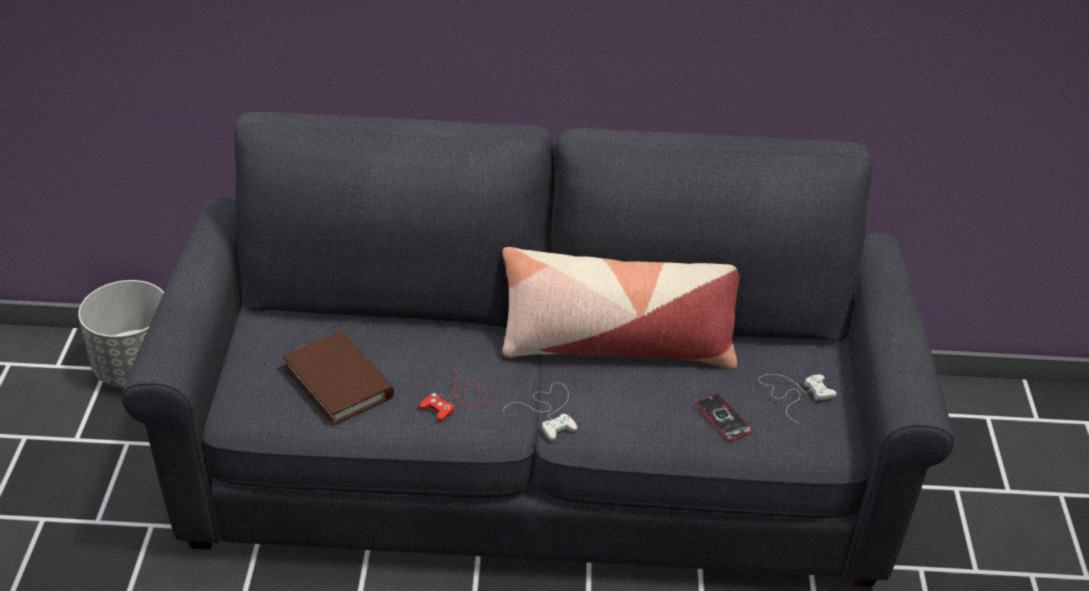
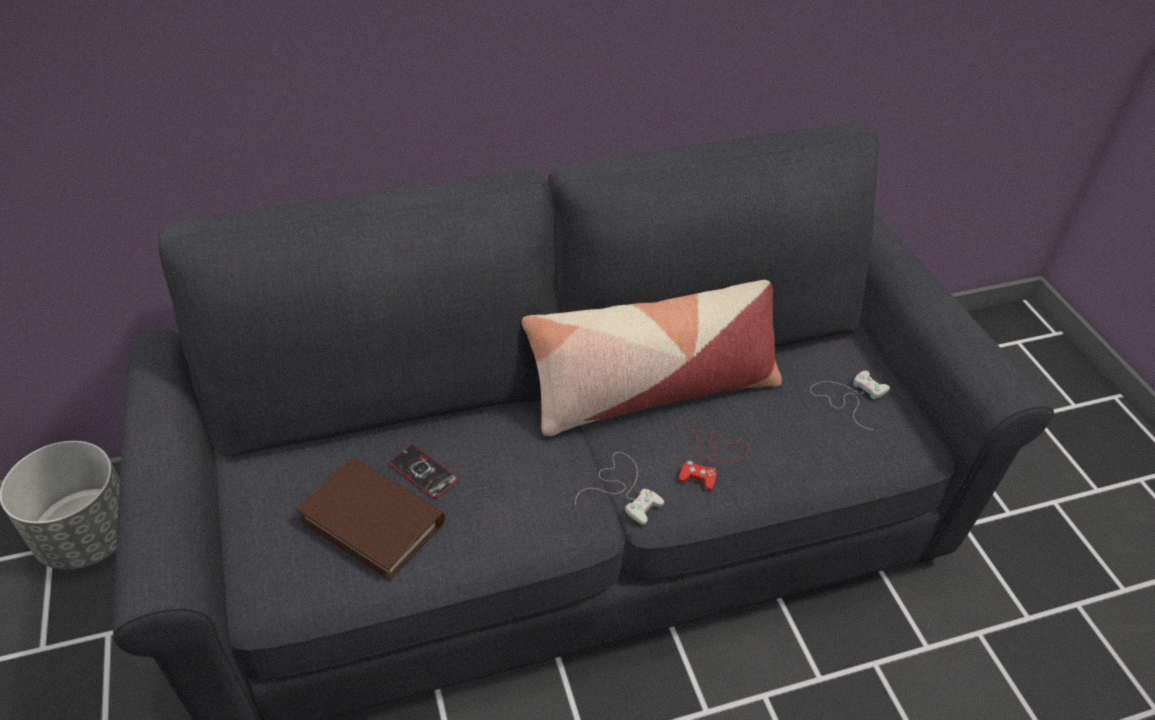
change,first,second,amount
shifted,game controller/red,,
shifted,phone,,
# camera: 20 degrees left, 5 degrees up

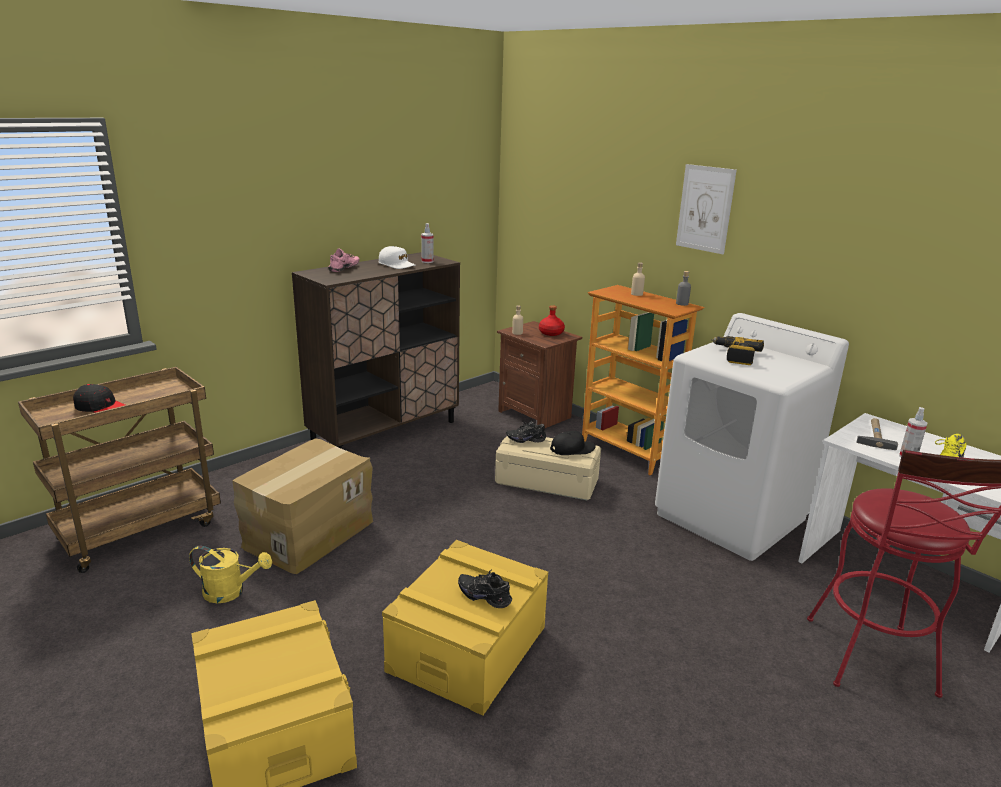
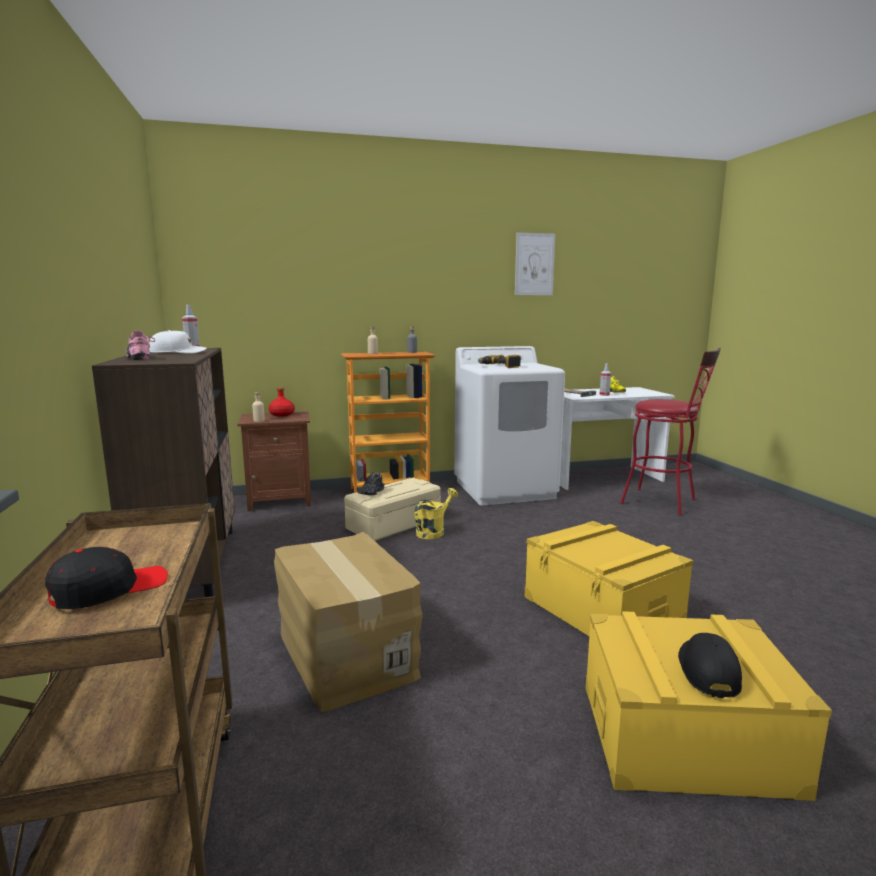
change,first,second,amount
shifted,picture,,
shifted,cap/black (no. 2 from left),,
shifted,watering can/yellow,,
gone,shoe/black (no. 1 from left),,
# camera: 60 degrees left, 10 degrees down

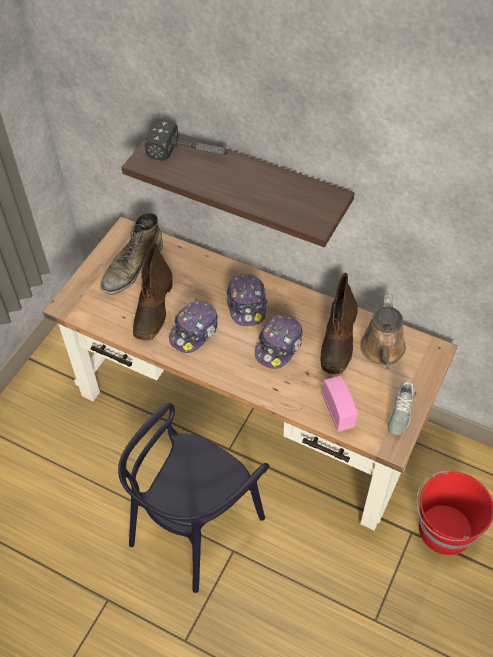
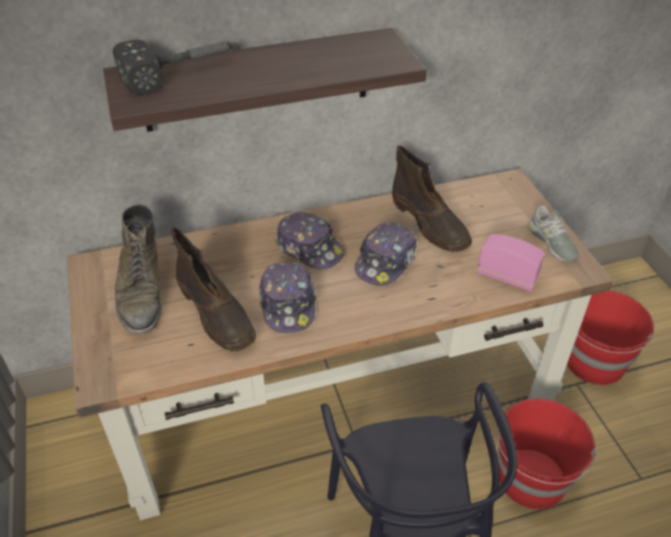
change,first,second,amount
gone,watering can/brown,,
rotated,cap (no. 3 from left),,45 degrees clockwise
new,,bucket/red (no. 1 from left),
# camera: 45 degrees left, 10 degrees down

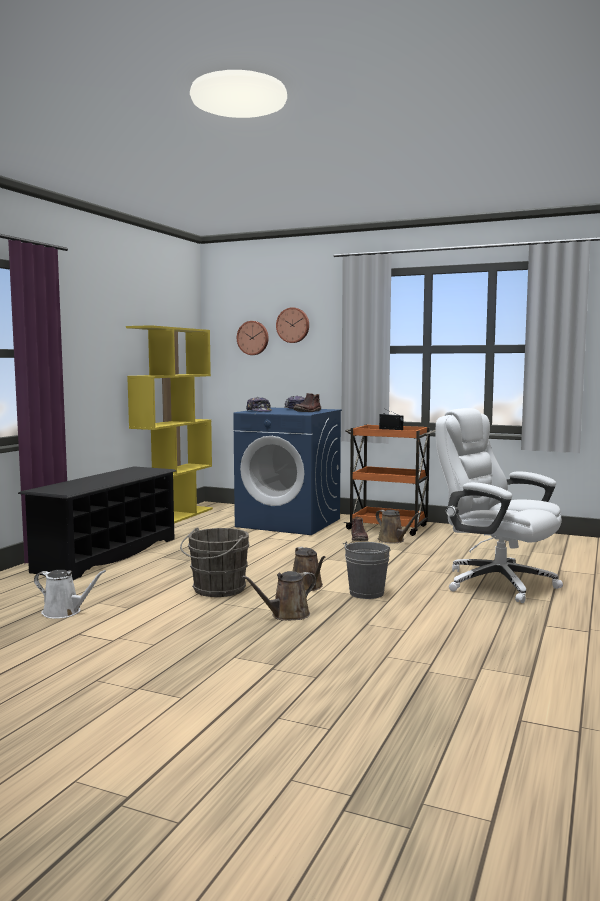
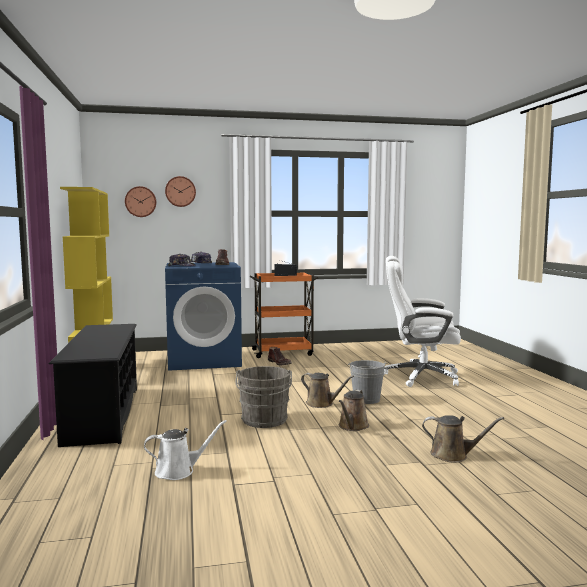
change,first,second,amount
shifted,watering can/brown (no. 3 from left),,
# camera: 35 degrees left, 0 degrees up

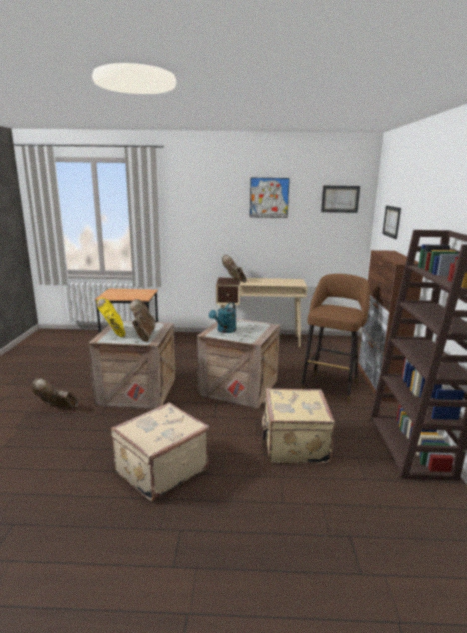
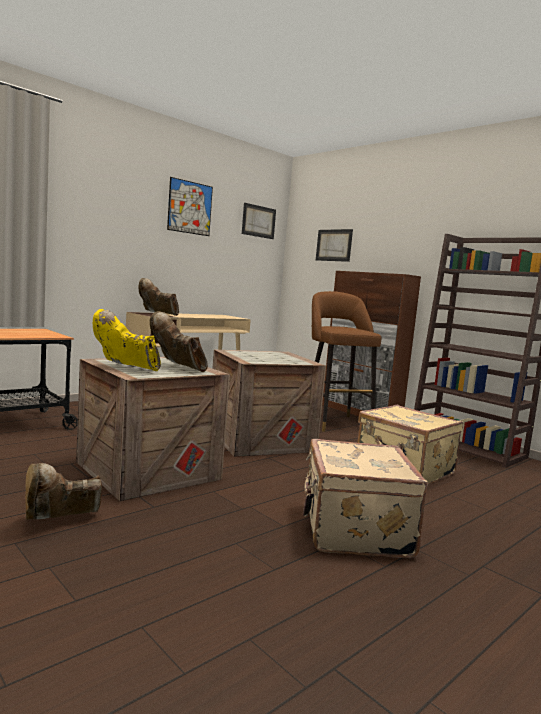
change,first,second,amount
gone,watering can/turquoise,,
# camera: 45 degrees left, 10 degrees down

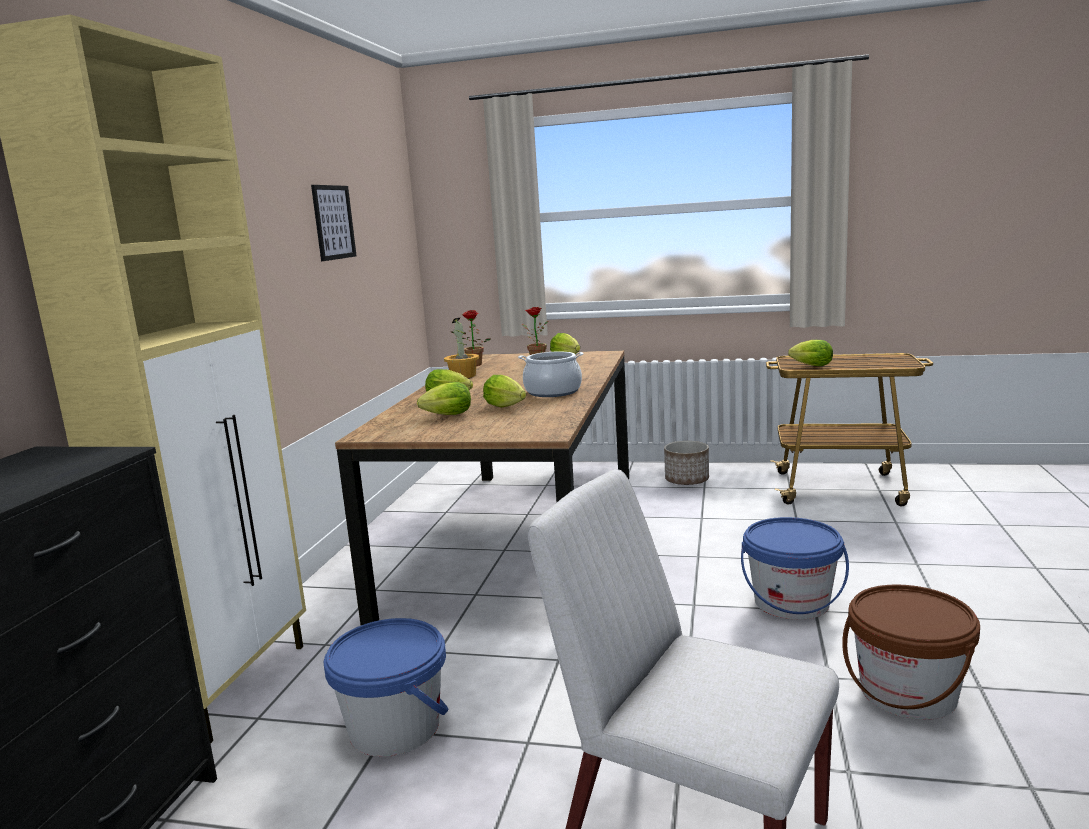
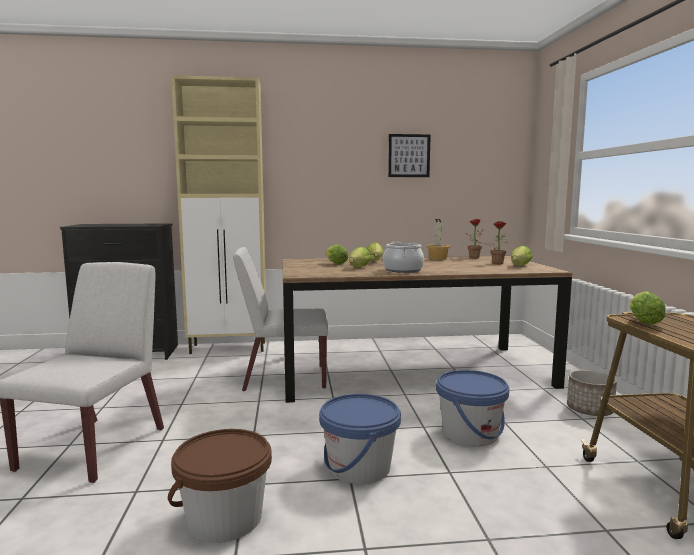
change,first,second,amount
shifted,bucket/blue (no. 1 from left in the first image),bucket/blue (no. 2 from left),
new,,chair/white (no. 2 from left),
# camera: 70 degrees right, 5 degrees down

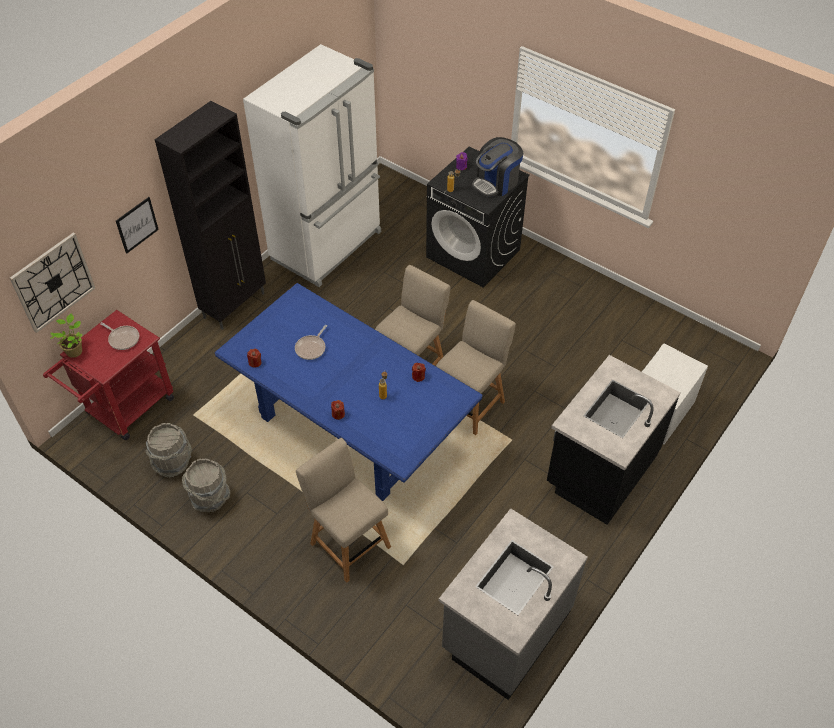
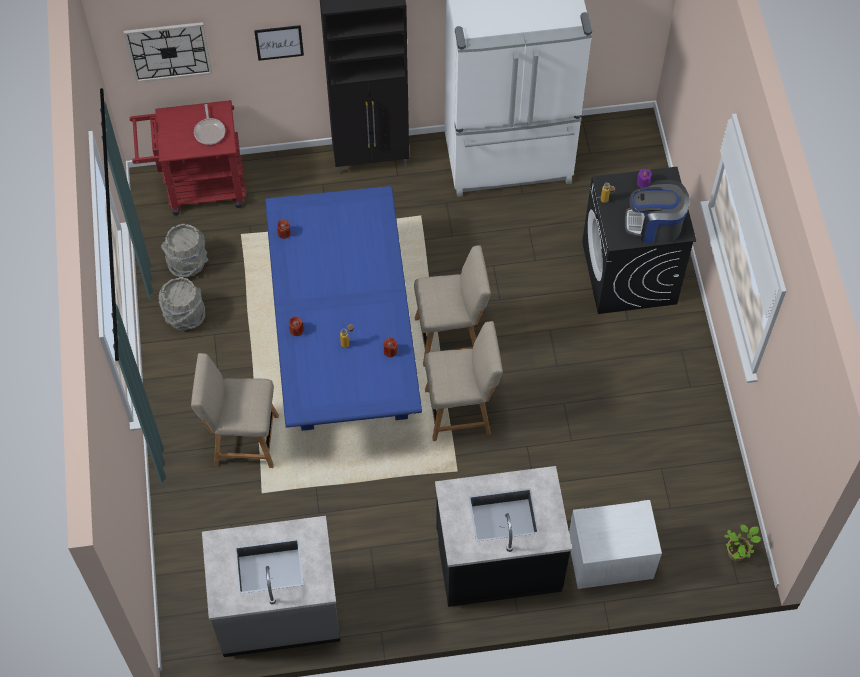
change,first,second,amount
shifted,potted plant,,
gone,frying pan (no. 2 from left),,
rotated,chair/beige (no. 1 from left),,90 degrees counterclockwise
# camera: 45 degrees right, 10 degrees up

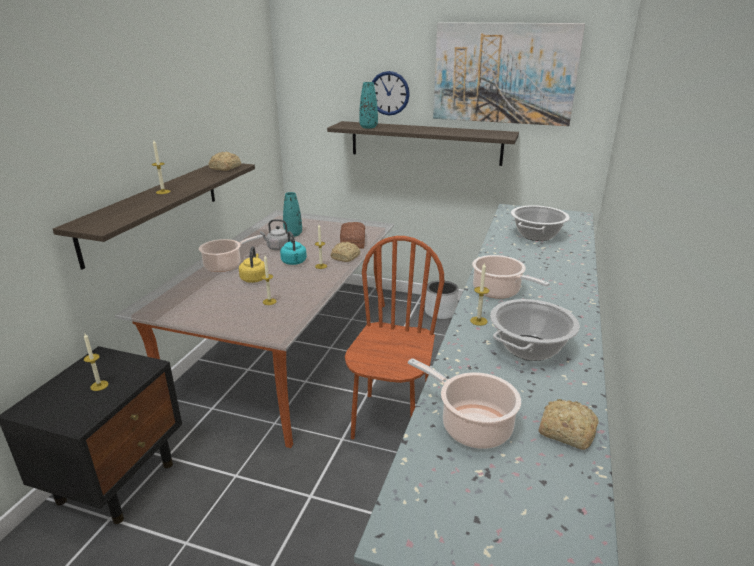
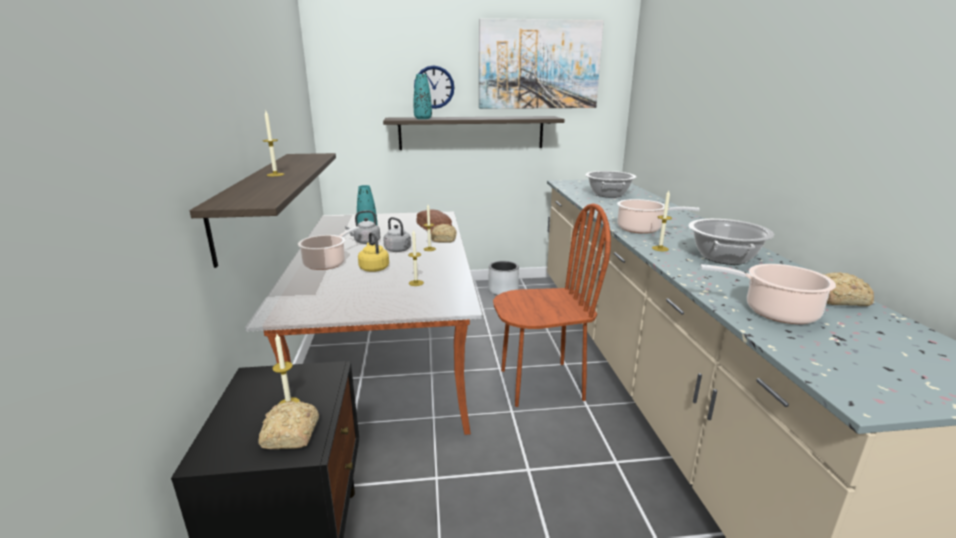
change,first,second,amount
shifted,bread (no. 1 from left),,
repainted,kettle/turquoise,kettle/grey (no. 2 from left),
rotated,chair/brown,,90 degrees clockwise
# camera: 25 degrees left, 5 degrees down

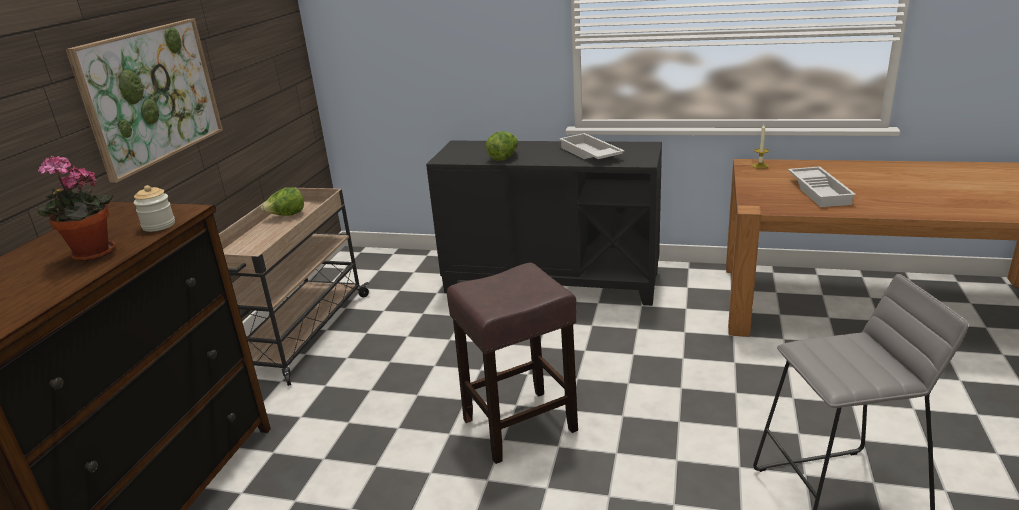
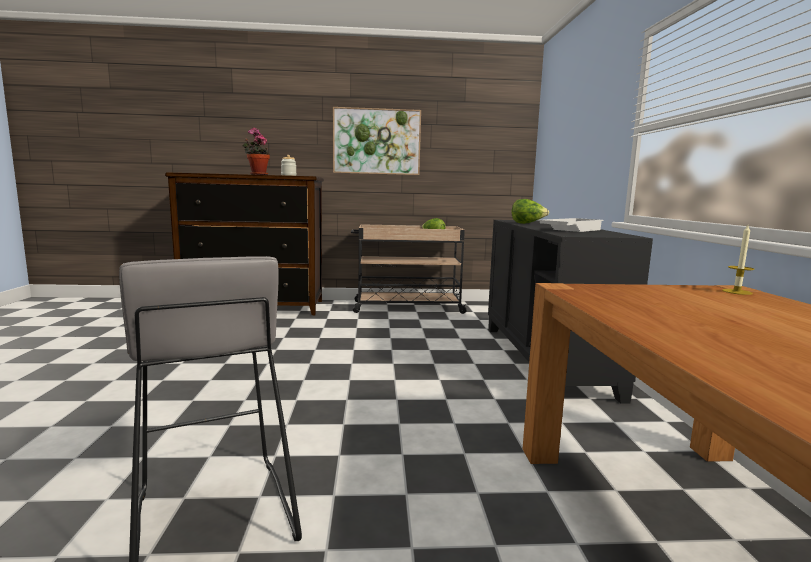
change,first,second,amount
gone,tray/white (no. 2 from left),,
gone,stool/brown,,
# camera: 70 degrees right, 15 degrees down

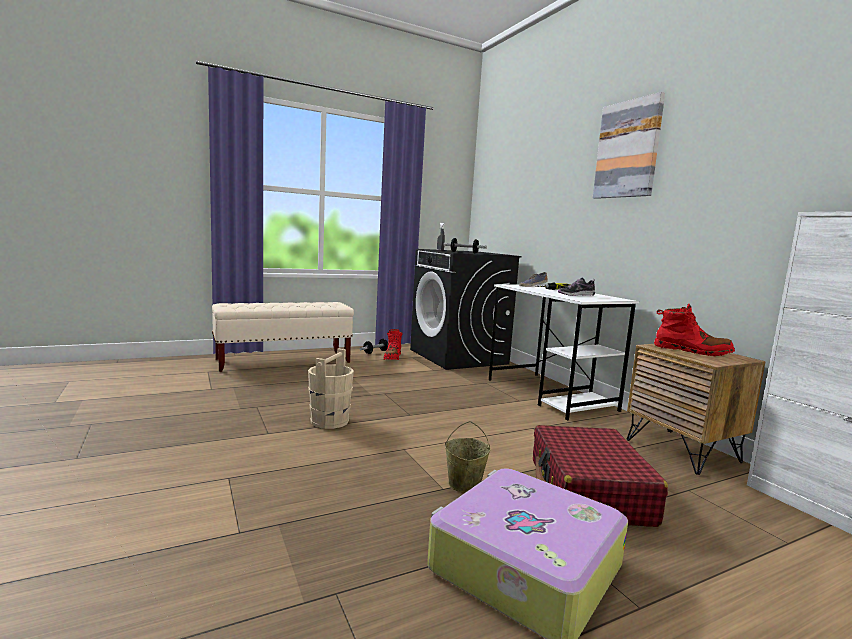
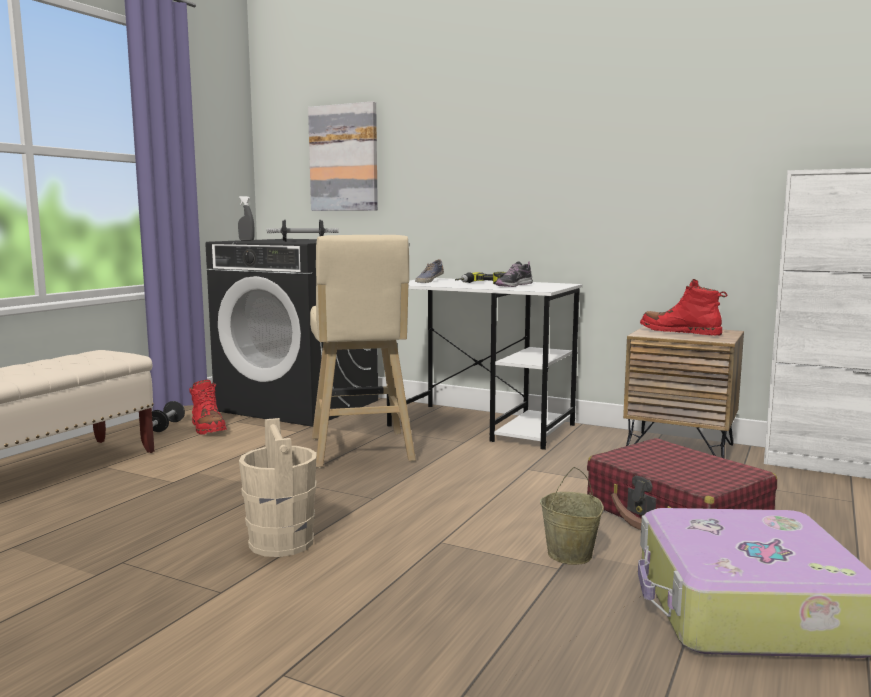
change,first,second,amount
shifted,picture,,
rotated,boot/red (no. 2 from left),,135 degrees counterclockwise
new,,stool/beige,
# camera: 35 degrees left, 0 degrees up

